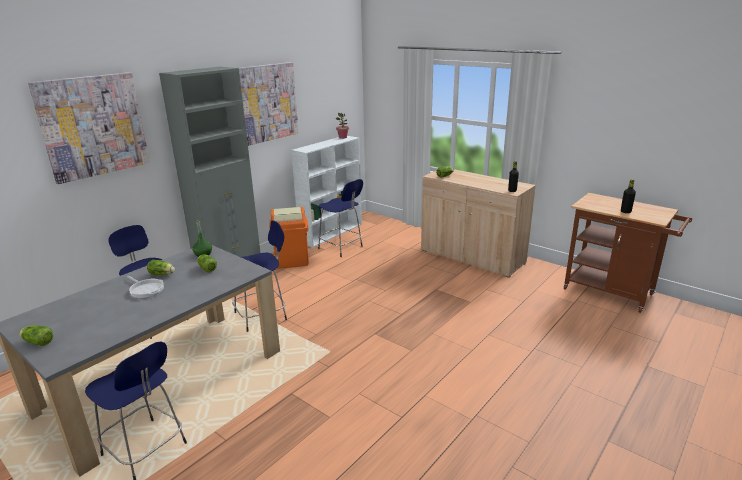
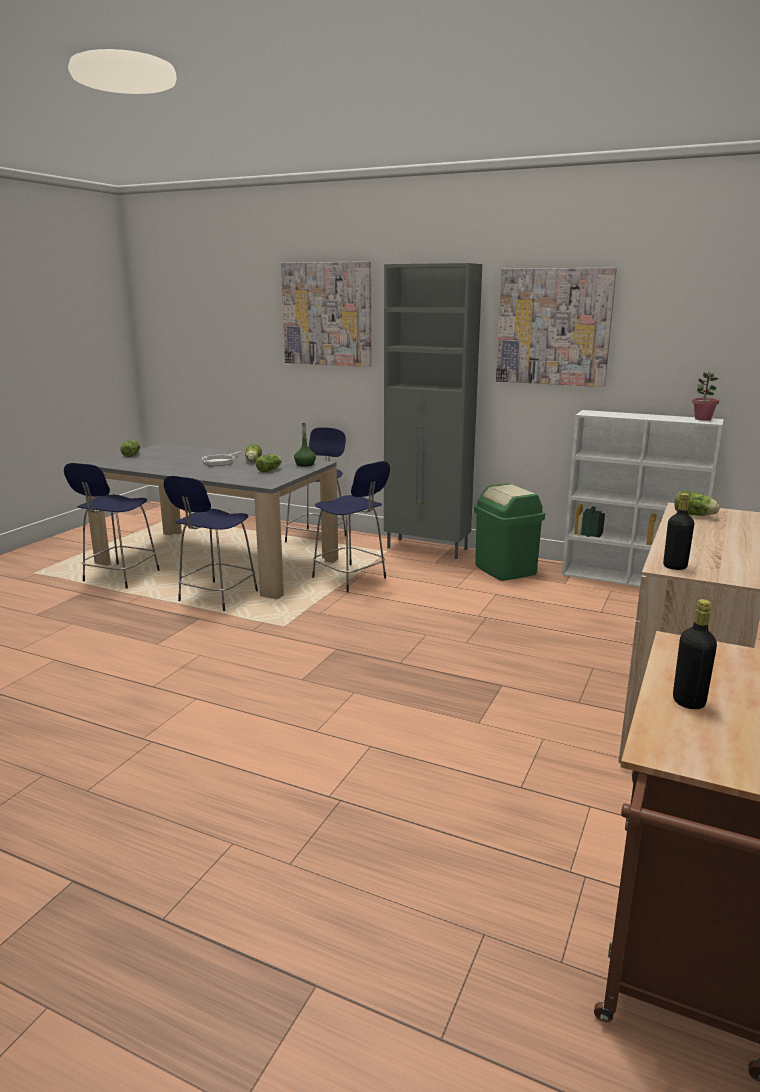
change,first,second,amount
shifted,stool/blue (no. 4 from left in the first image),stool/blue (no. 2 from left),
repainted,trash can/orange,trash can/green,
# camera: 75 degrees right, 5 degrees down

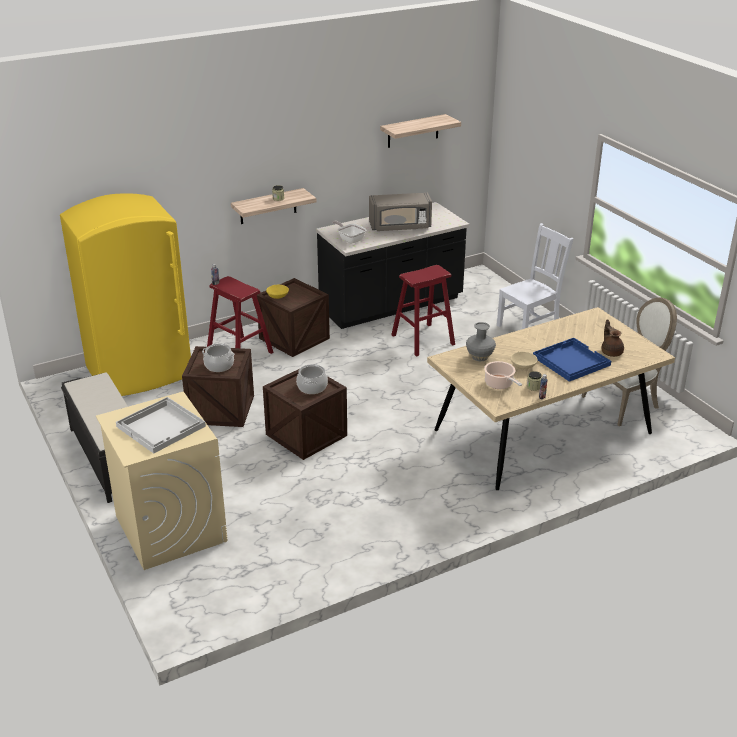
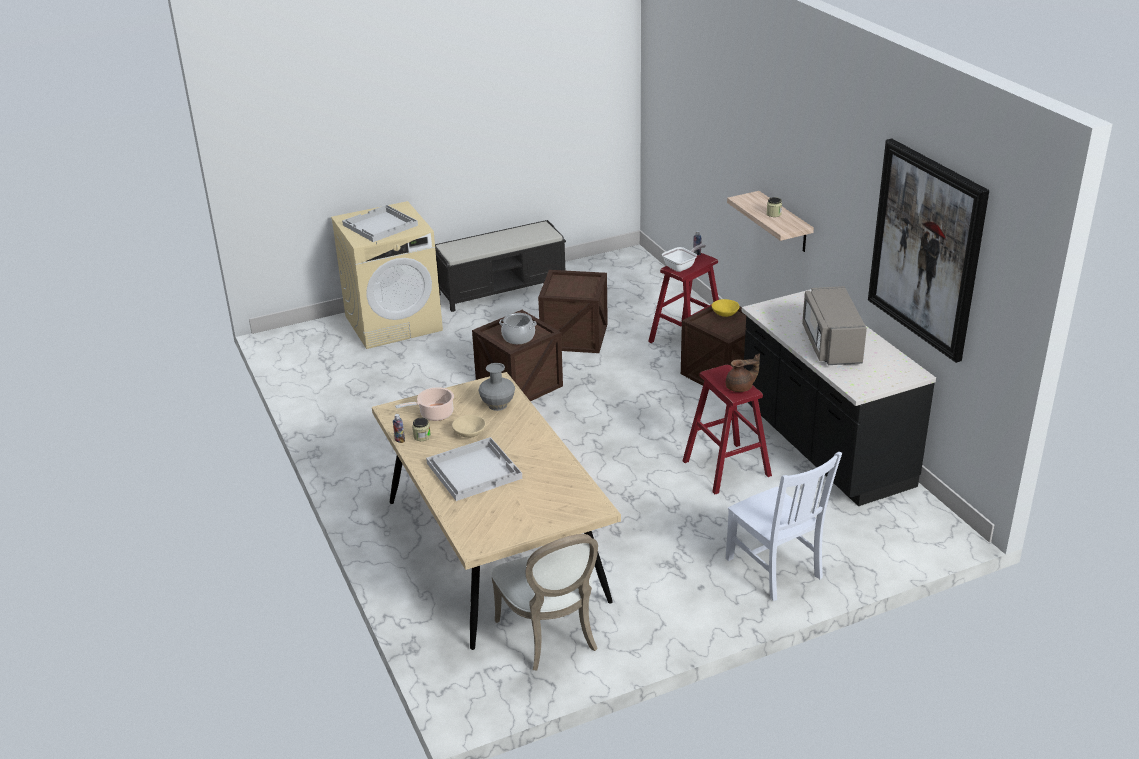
change,first,second,amount
swapped,shelf (no. 2 from left),picture,
gone,fridge/yellow,,
shifted,frying pan,,
shifted,teapot/brown,,
repainted,tray/blue,tray/white (no. 2 from left),
gone,cooking pot (no. 1 from left),,
# camera: 95 degrees right, 0 degrees up

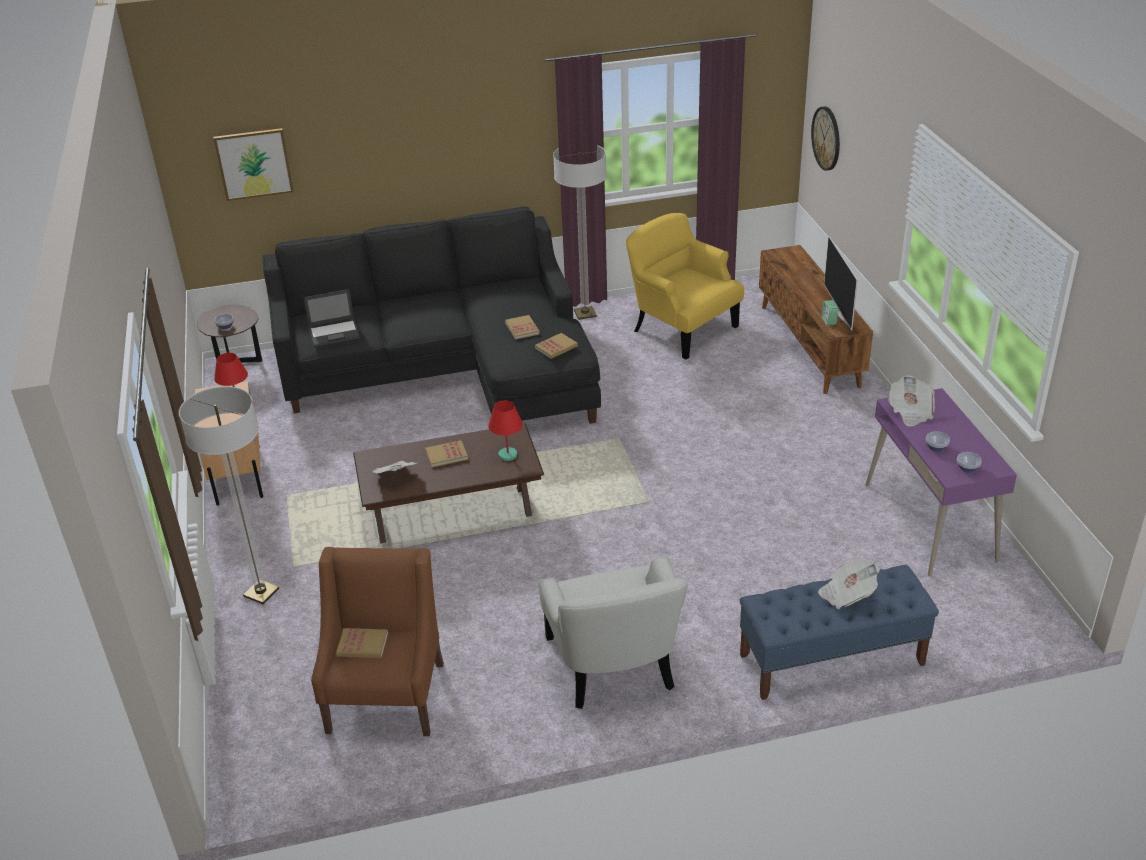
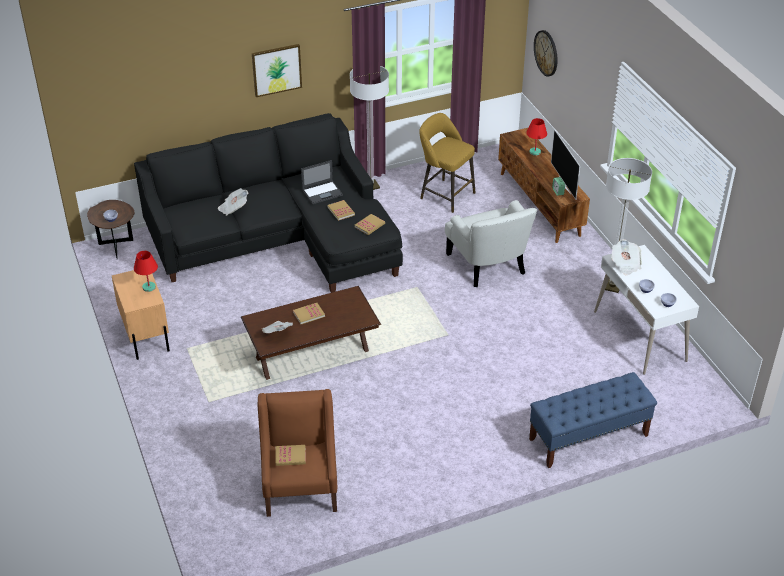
change,first,second,amount
shifted,picture,,
swapped,armchair/yellow,stool/yellow,
shifted,laptop,,
shifted,floor lamp (no. 1 from left in the first image),floor lamp (no. 2 from left),
repainted,desk/purple,desk/white,
shifted,table lamp/red (no. 2 from left),,
shifted,armchair/white,,
shifted,newspaper (no. 2 from left in the first image),newspaper (no. 1 from left),
# camera: 10 degrees left, 5 degrees up

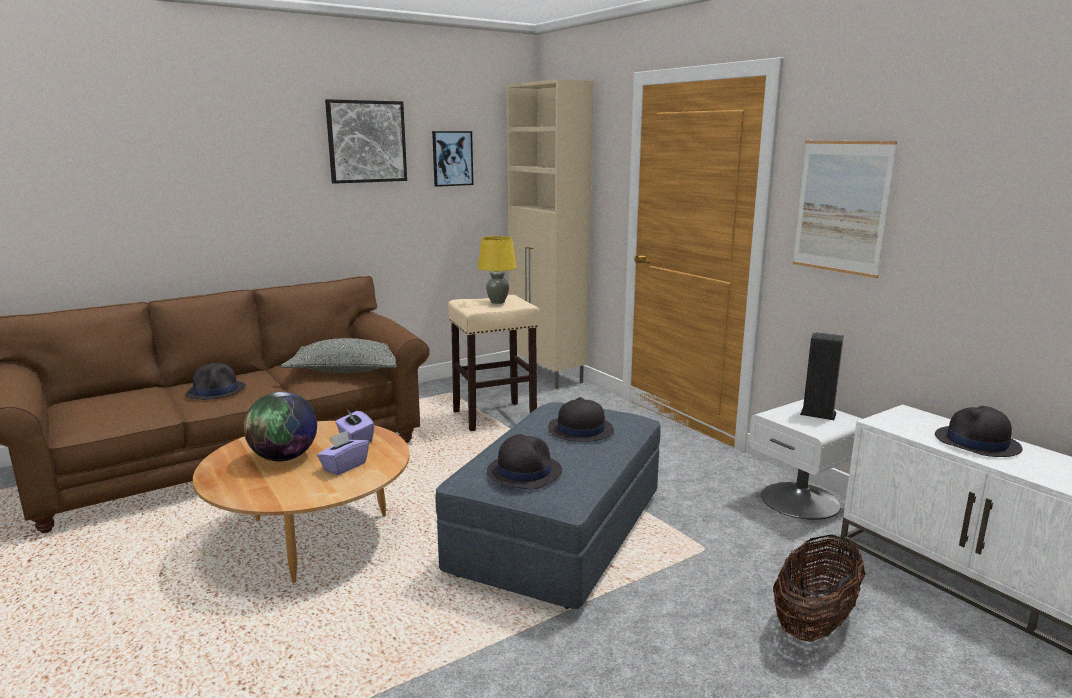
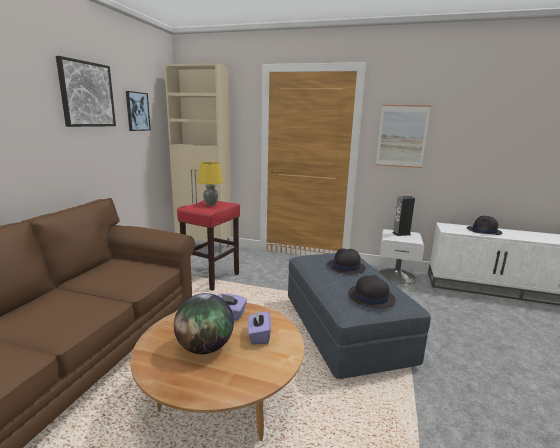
change,first,second,amount
repainted,stool/beige,stool/red,
gone,pillow/grey,,
gone,hat/black (no. 1 from left),,
gone,basket,,
# camera: 40 degrees left, 0 degrees up

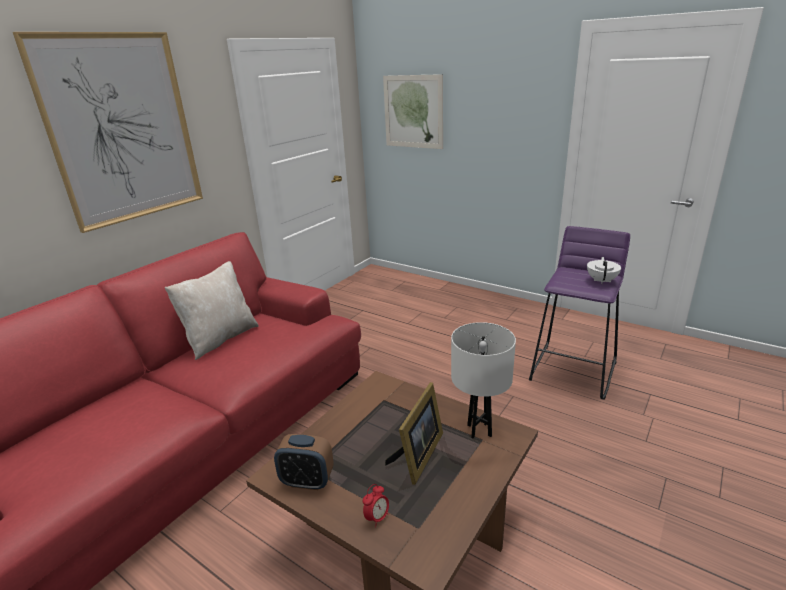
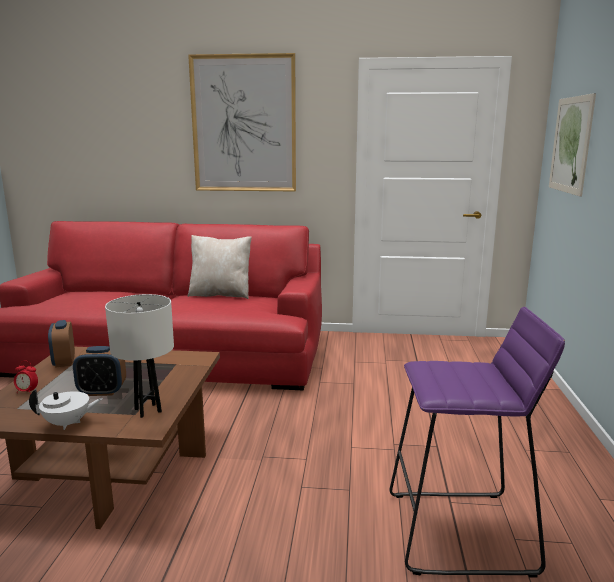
change,first,second,amount
shifted,teapot/white,,
swapped,picture frame,alarm clock (no. 3 from left),
# camera: 60 degrees right, 10 degrees down

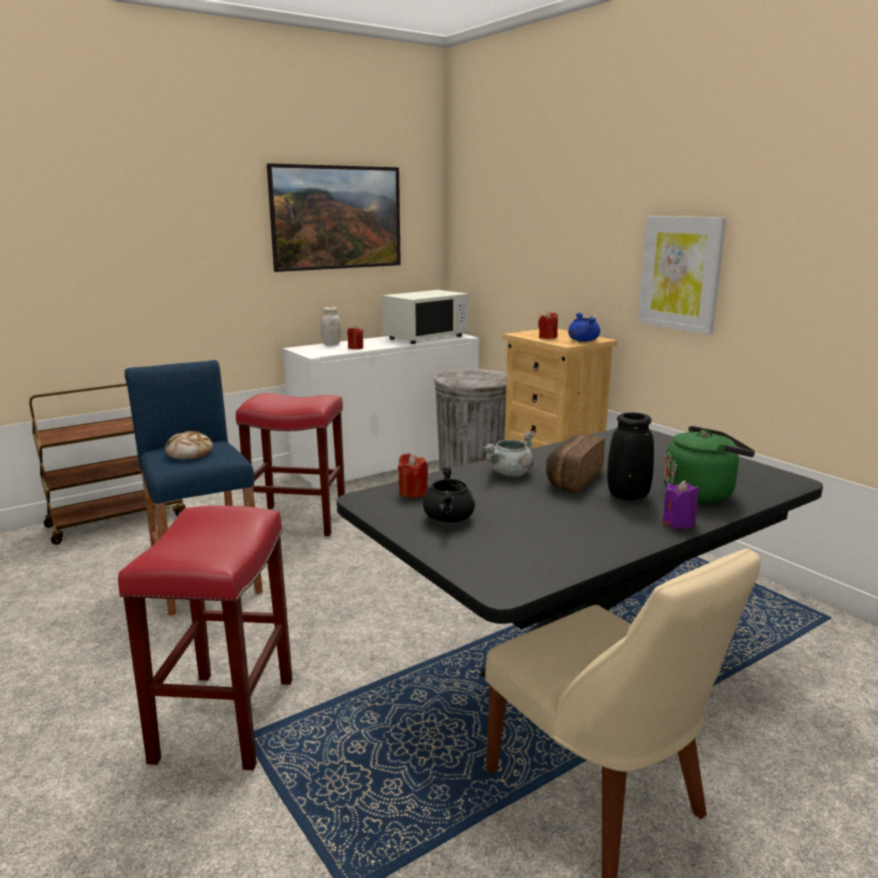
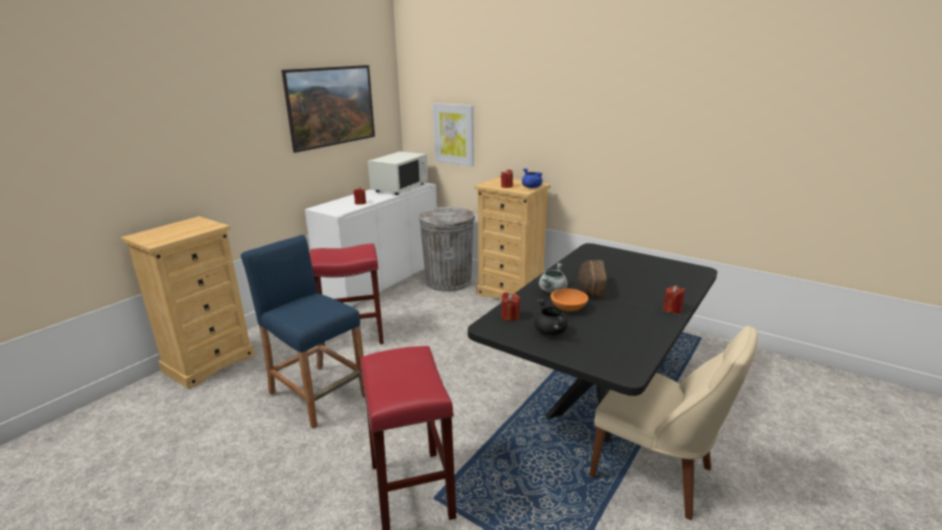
change,first,second,amount
shifted,picture (no. 2 from left),,
gone,jar/white,,
swapped,cart/brown,dresser/beige (no. 1 from left),
gone,vase/black,,
gone,kettle/green,,
gone,bread (no. 1 from left),,
repainted,candle/purple,candle/red (no. 4 from left),
new,,bowl/orange,
# camera: 20 degrees left, 5 degrees up

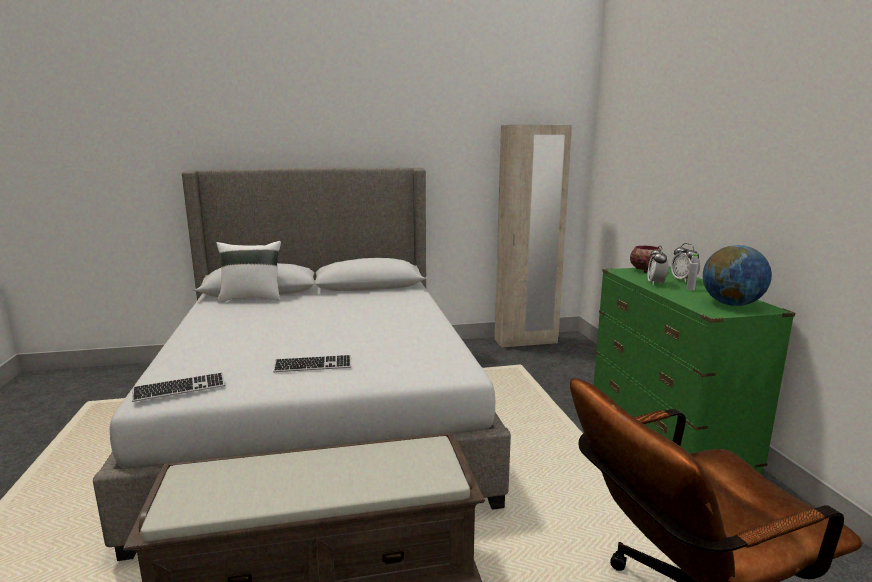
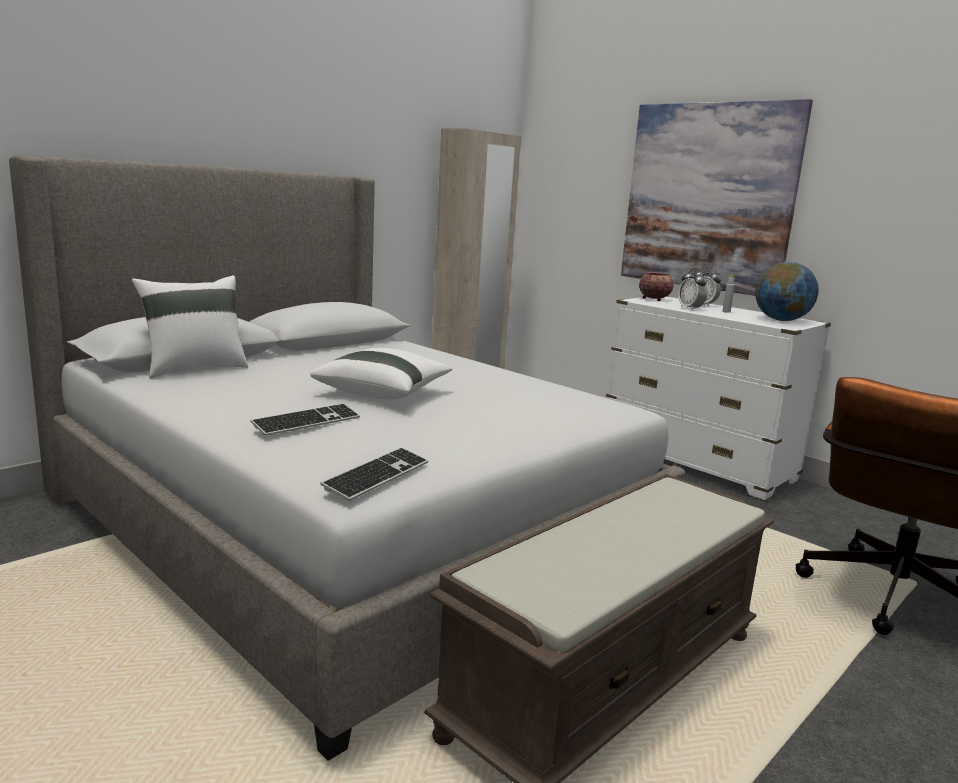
change,first,second,amount
repainted,dresser/green,dresser/white,
shifted,keyboard (no. 2 from left in the first image),keyboard (no. 1 from left),
new,,picture,
new,,pillow/white (no. 2 from left),
# camera: 35 degrees left, 0 degrees up

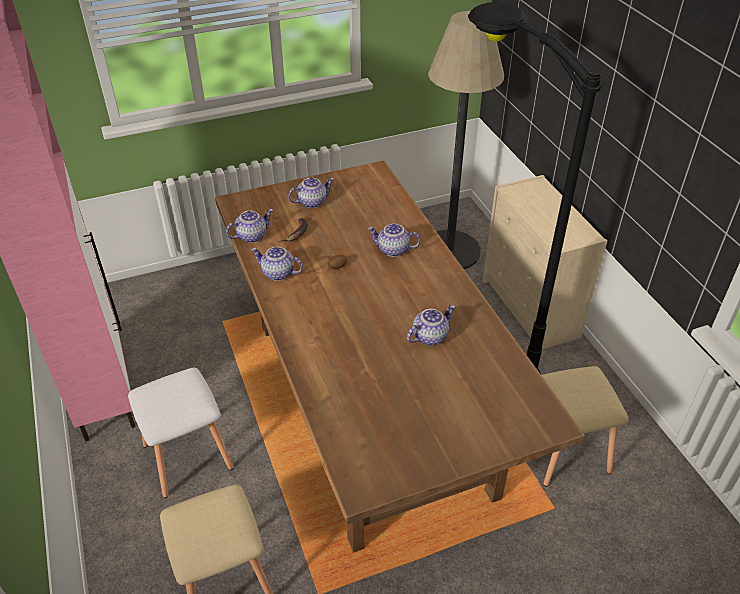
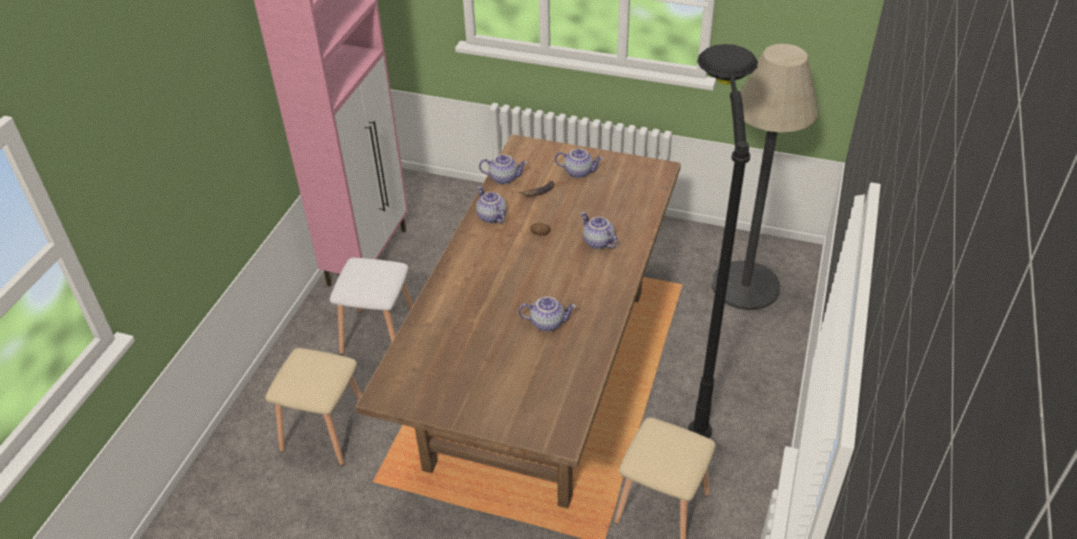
change,first,second,amount
gone,dresser/beige,,
# camera: 40 degrees right, 0 degrees up

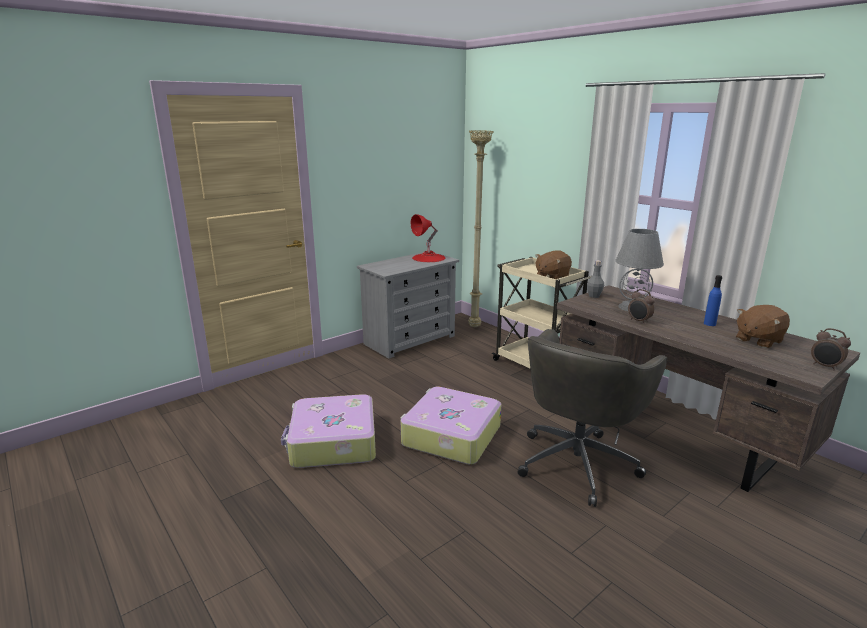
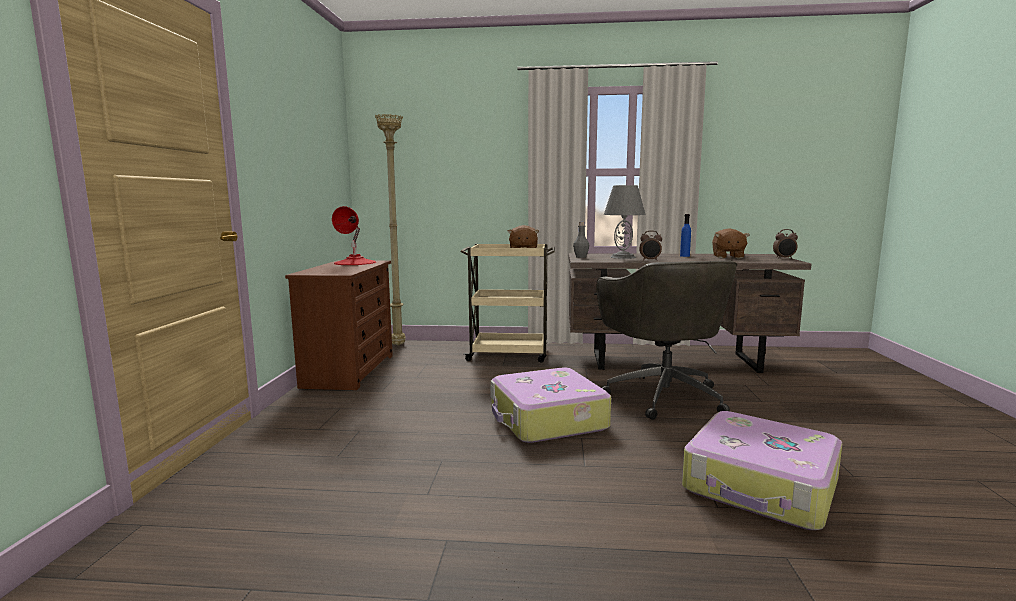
change,first,second,amount
repainted,dresser/grey,dresser/brown,
shifted,suitcase (no. 1 from left in the first image),suitcase (no. 2 from left),
# camera: 45 degrees left, 10 degrees down

